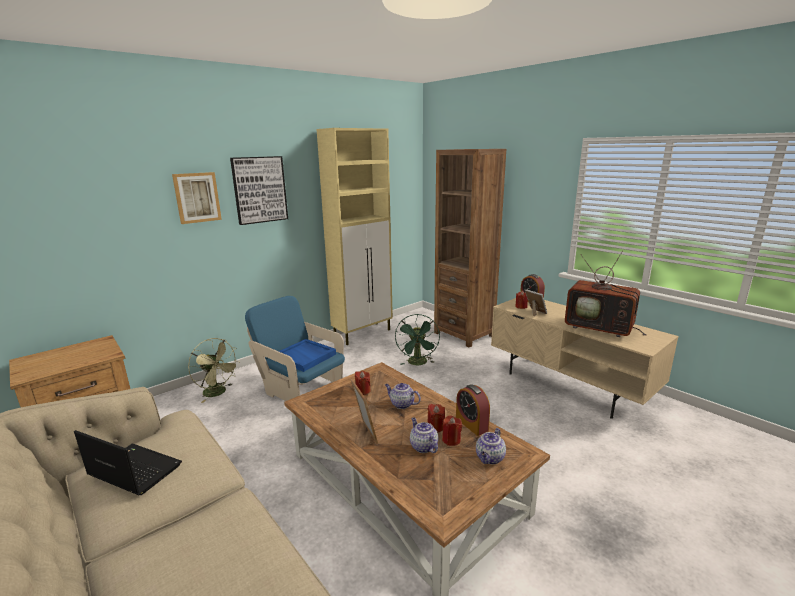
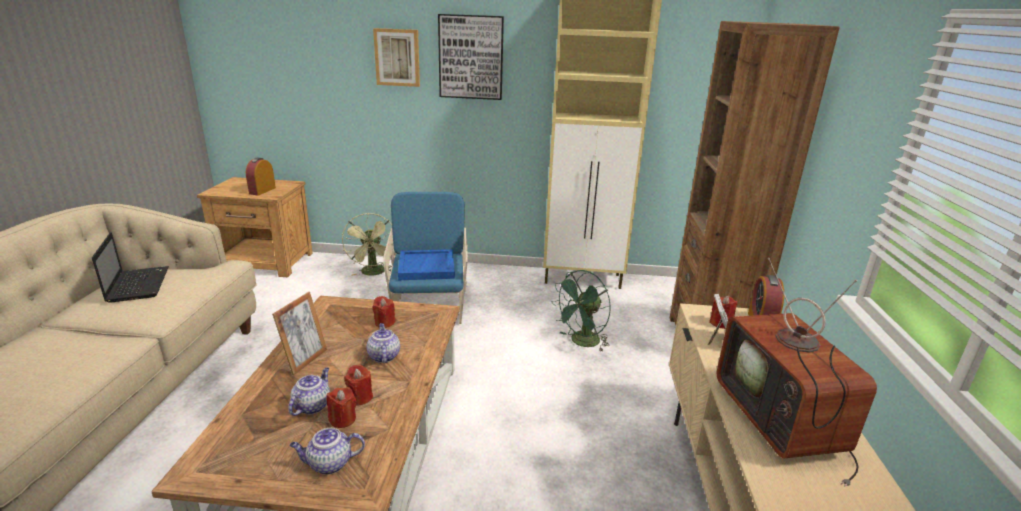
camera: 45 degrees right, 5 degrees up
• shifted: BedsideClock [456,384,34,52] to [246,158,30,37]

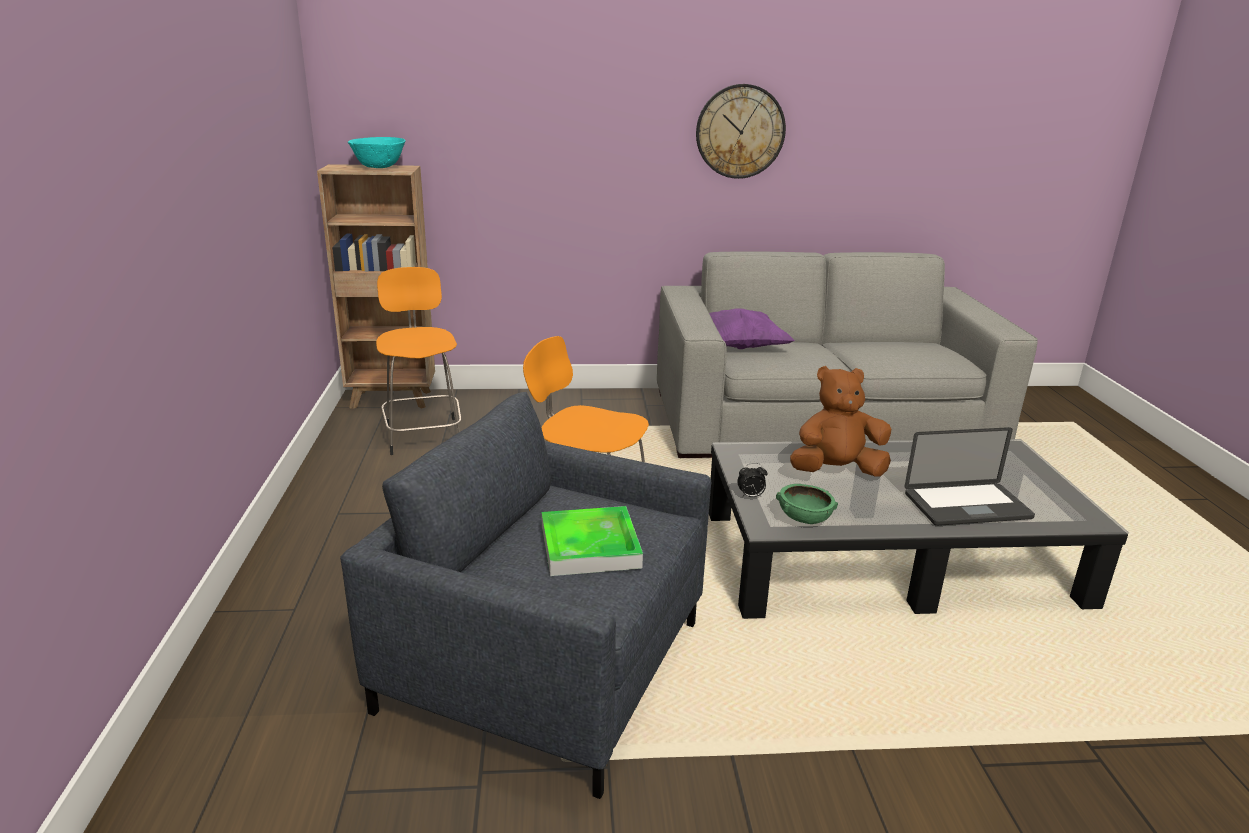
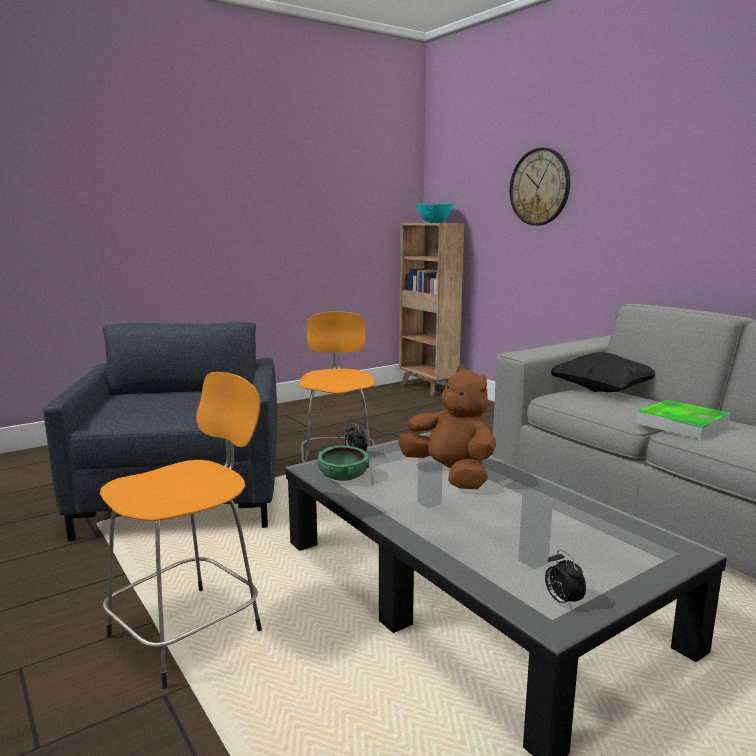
camera: 60 degrees right, 10 degrees down
• shifted: OrangeColouredStool [376,267,86,188] to [100,372,162,317]
• shifted: WallClock [696,84,90,95] to [510,148,60,78]
• new: BedsideClock [545,550,41,60]
• repainted: PurplePillow [709,308,86,41] to BlackishPillow [551,352,104,40]
• shifted: ServingTray [541,506,102,70] to [636,400,94,39]
• gone: PortableComputer [905,427,130,99]

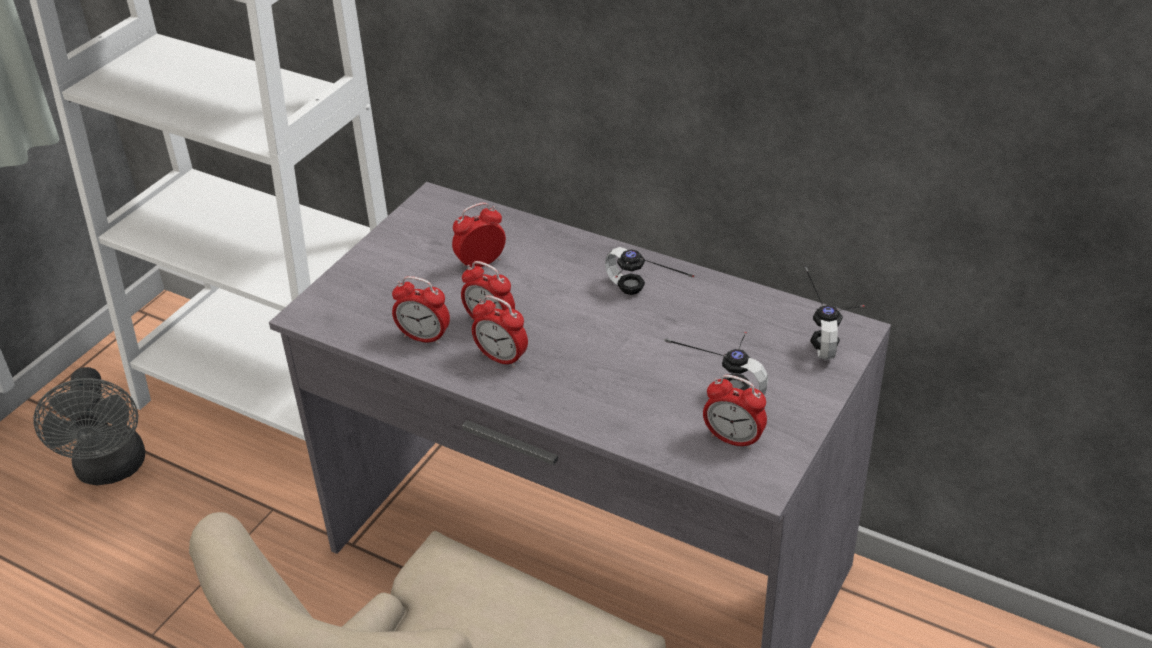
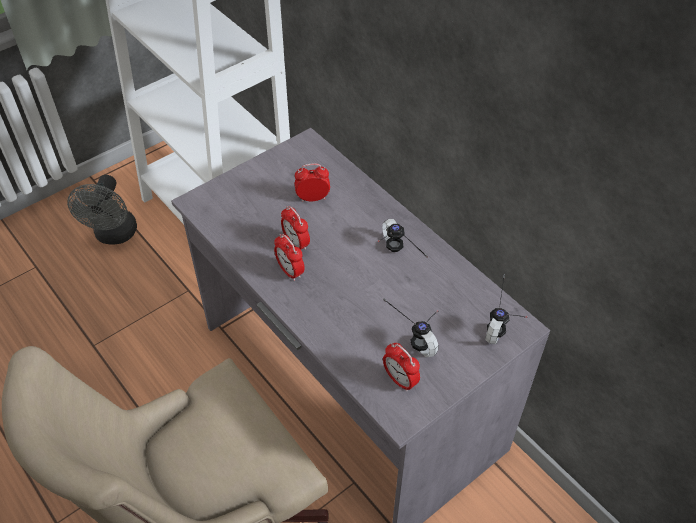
camera: 20 degrees right, 10 degrees up
• gone: BedsideClock [392,276,58,69]

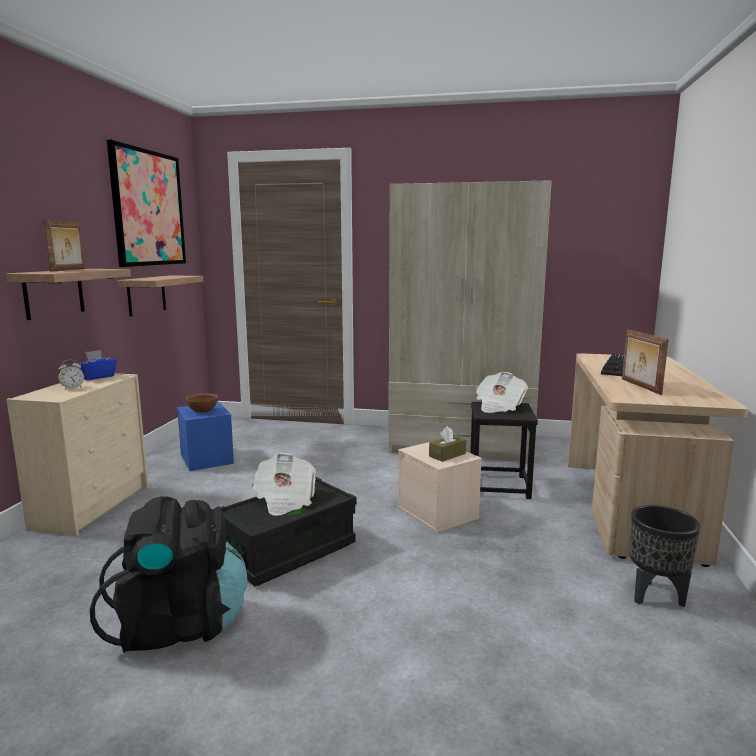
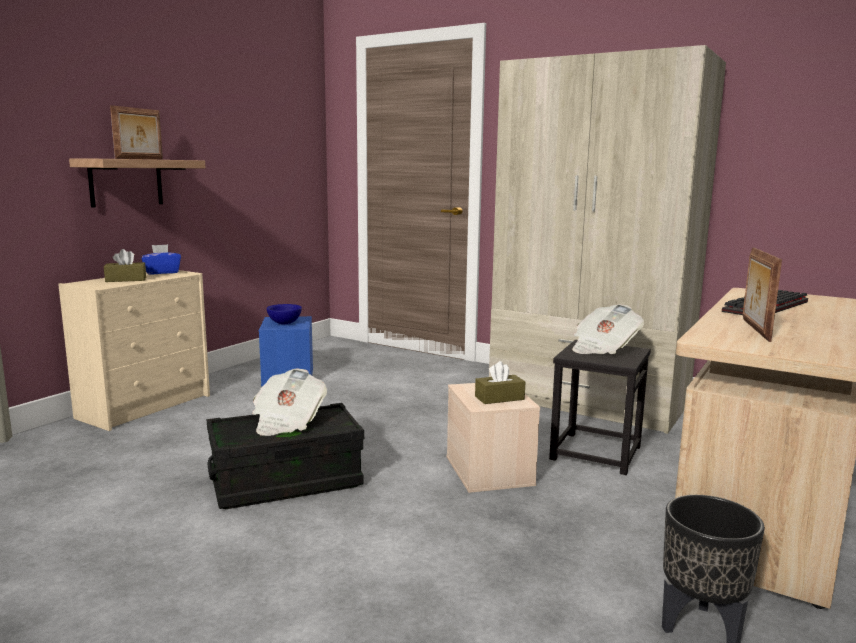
camera: 20 degrees right, 0 degrees up
• swapped: BedsideClock [58,360,26,30] to BrownishTissueBox [104,249,42,33]
• repainted: BrownishBowl [186,393,32,20] to BlueBowl [267,304,35,20]
• gone: BlackishKnapsack [90,496,157,157]
• gone: WallPicture [107,140,79,127]
• gone: WallShelf [117,275,86,41]

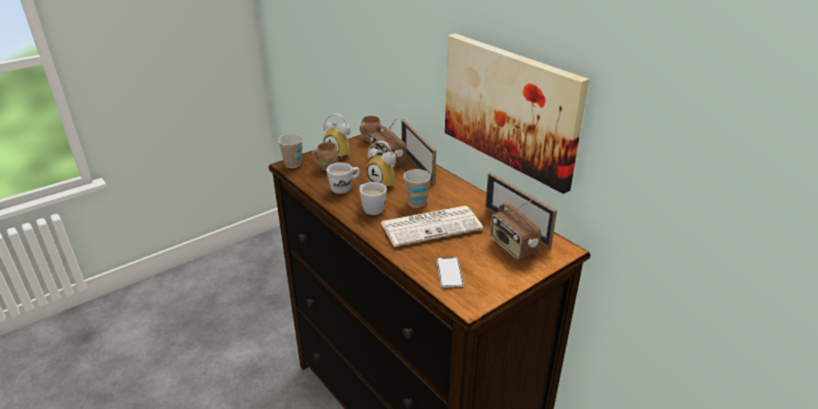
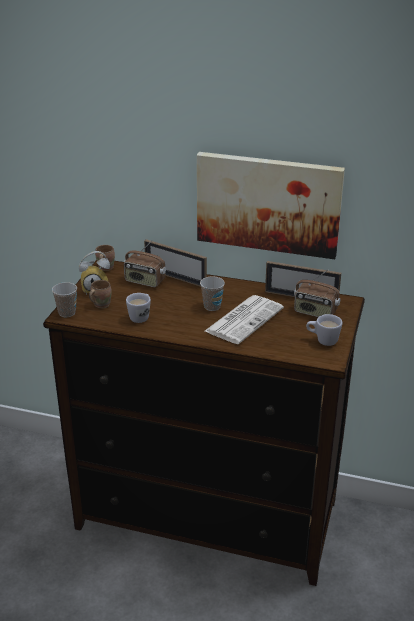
camera: 35 degrees left, 0 degrees up
• shifted: WhiteColouredMug [359,182,28,33] to [306,314,36,32]
• gone: BedsideClock [367,141,29,45]
• gone: Telephone [436,257,28,31]

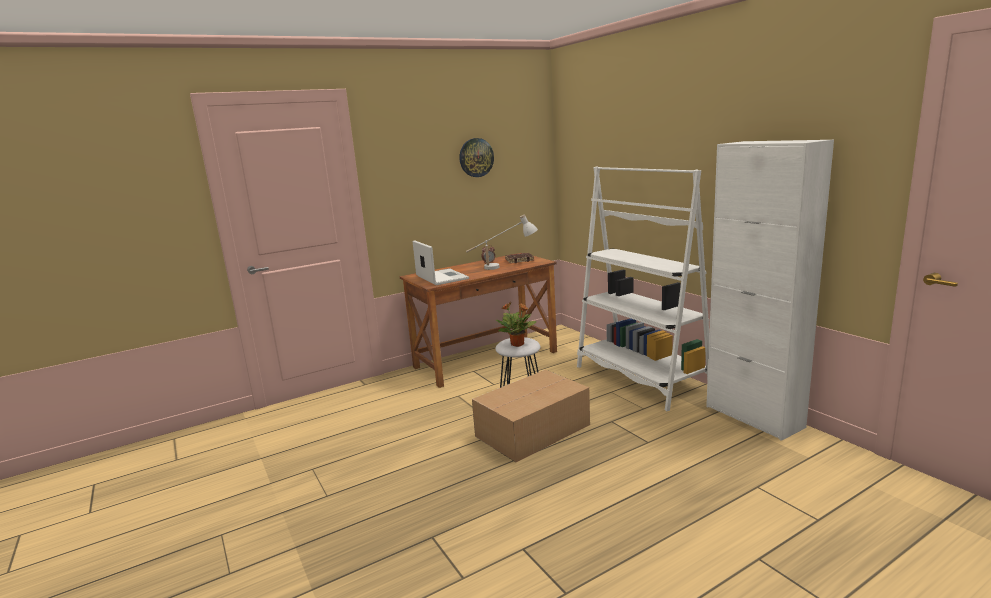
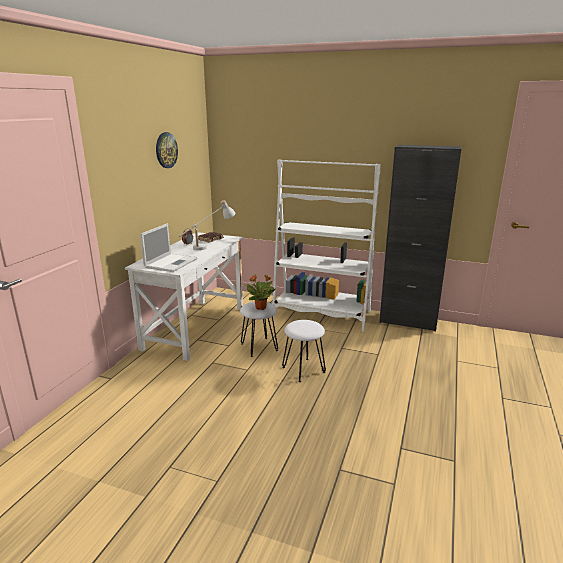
camera: 40 degrees left, 5 degrees up
• repainted: BrownishDesk [400,253,157,135] to WhiteColouredDesk [125,232,118,129]
• rotated: PortableComputer [413,240,56,45] = [140,223,58,49] 90 degrees clockwise
• swapped: Carton [472,370,118,92] to WhiteColouredStool [282,320,44,62]
• repainted: WhiteColouredStorageCabinet [706,140,128,301] to BlackishStorageCabinet [379,145,82,187]

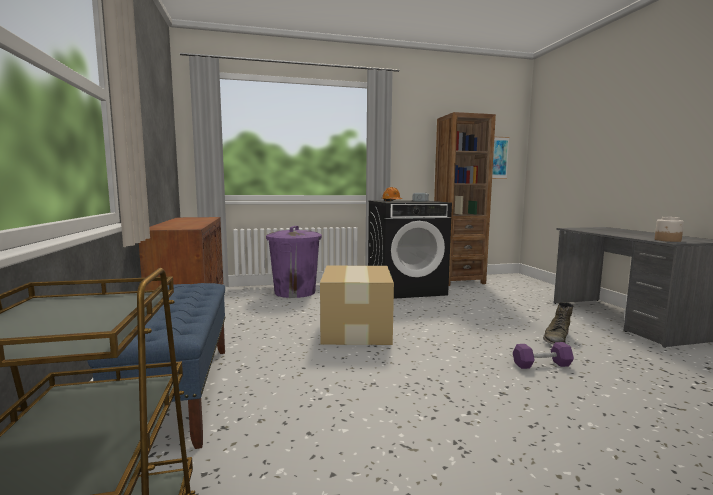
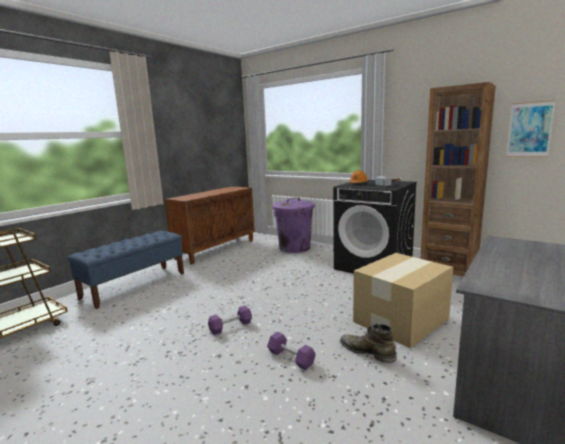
camera: 50 degrees right, 5 degrees up
• new: PurpleHandWeight [208,306,44,29]
• rotated: GreenColouredBoot [543,302,30,43] = [340,324,57,39] 45 degrees clockwise
• shifted: Carton [320,265,74,80] to [353,253,100,95]
• gone: PreserveJar [655,217,29,25]

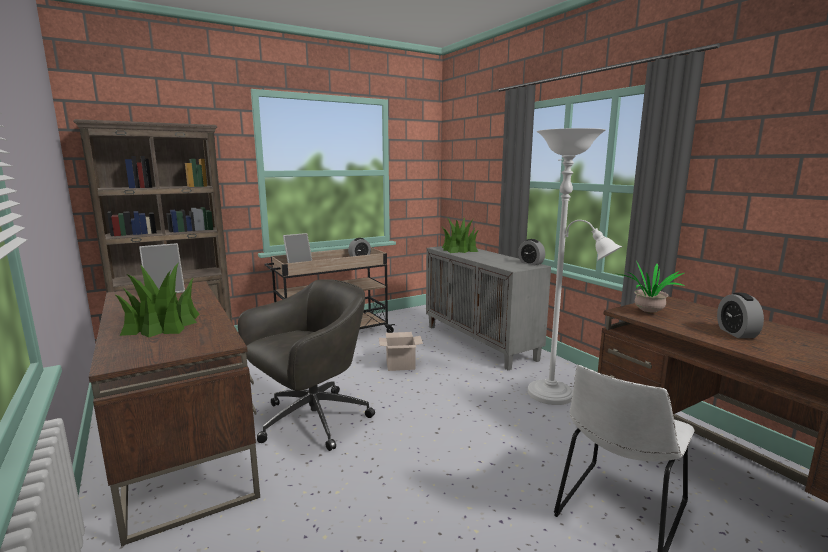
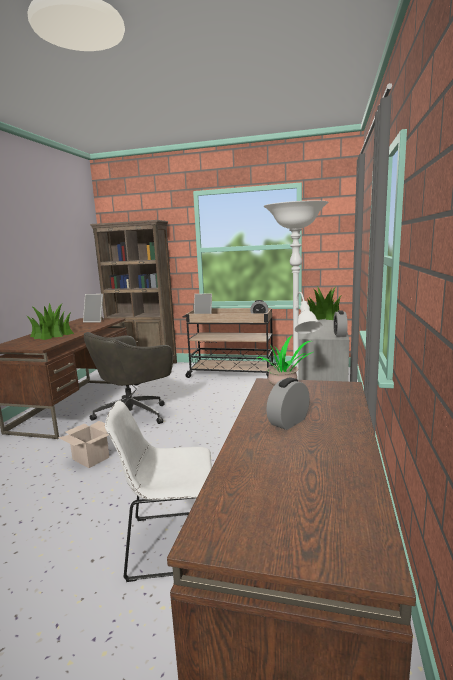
camera: 45 degrees right, 0 degrees up
• shifted: Carton [379,332,44,39] to [58,421,51,47]
• rotated: GreyishComputerChair [238,279,137,172] = [84,332,89,92] 135 degrees clockwise

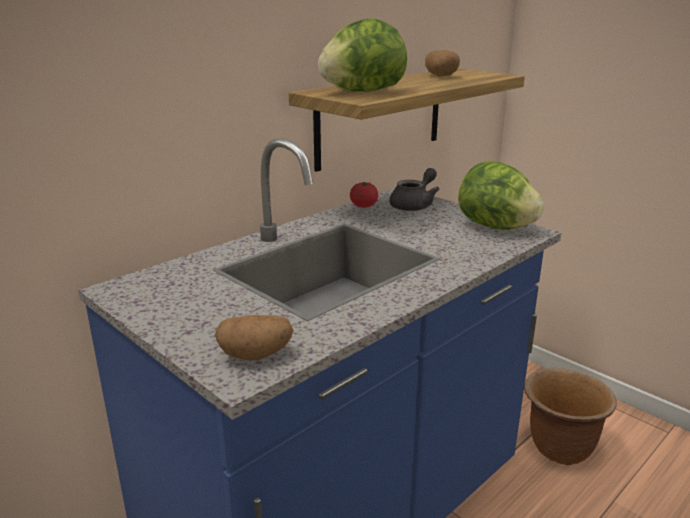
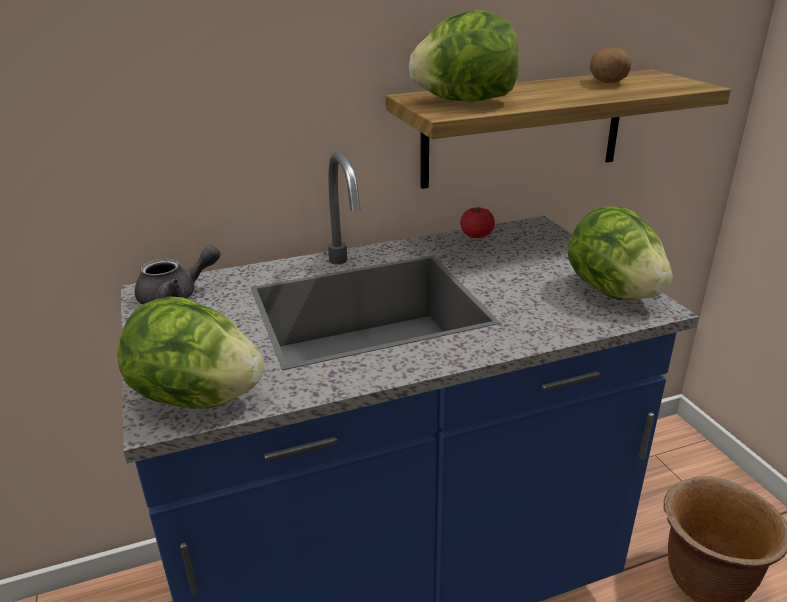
camera: 25 degrees right, 5 degrees up
• swapped: WholePotato [215,315,79,46] to LettuceHead [117,296,147,113]
• shifted: GreyishTeaPot [389,168,50,43] to [135,245,85,59]

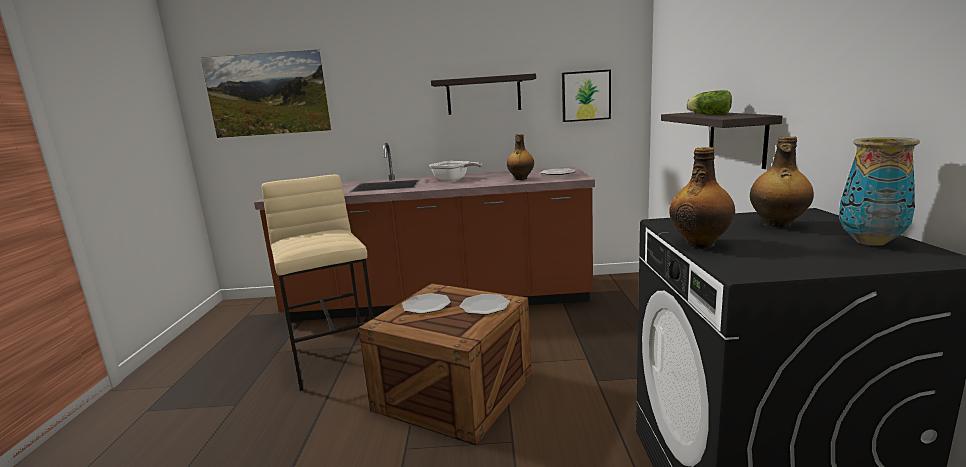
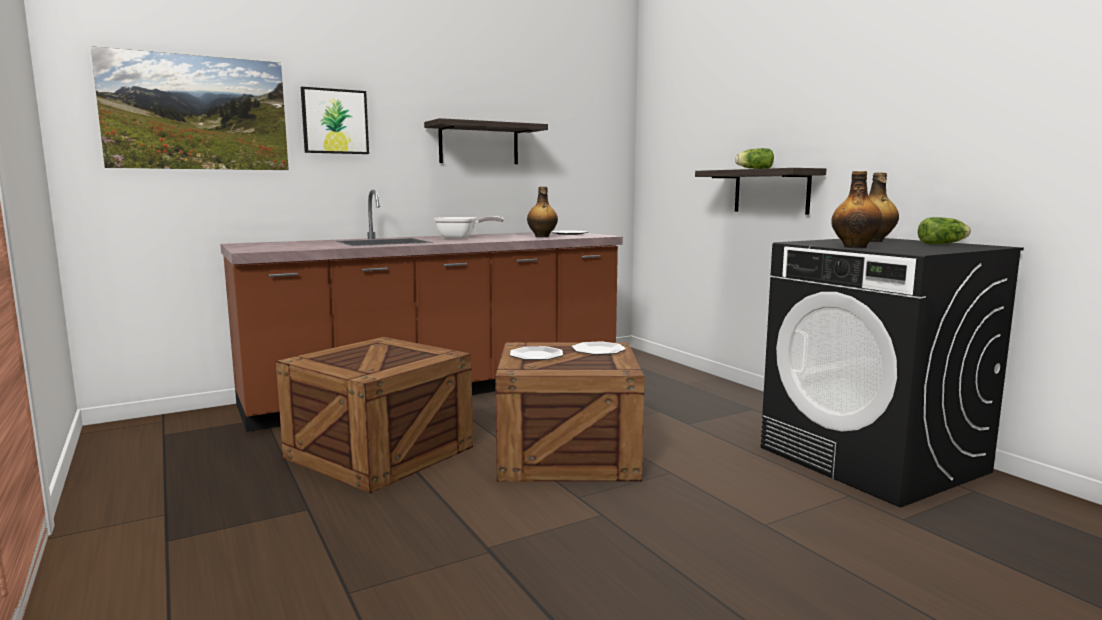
camera: 30 degrees left, 5 degrees down
• swapped: SandColouredStool [262,175,112,216] to Crate [276,337,197,156]
• shifted: WallPicture [562,69,49,53] to [301,87,68,67]
• swapped: Vase [839,137,81,109] to LettuceHead [918,217,53,27]

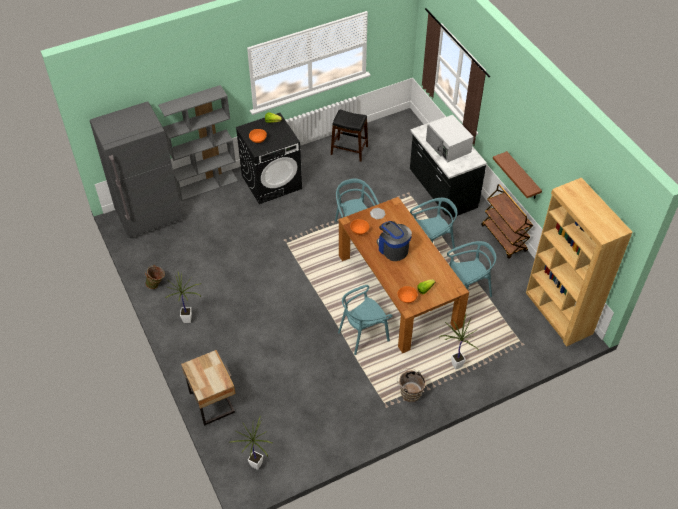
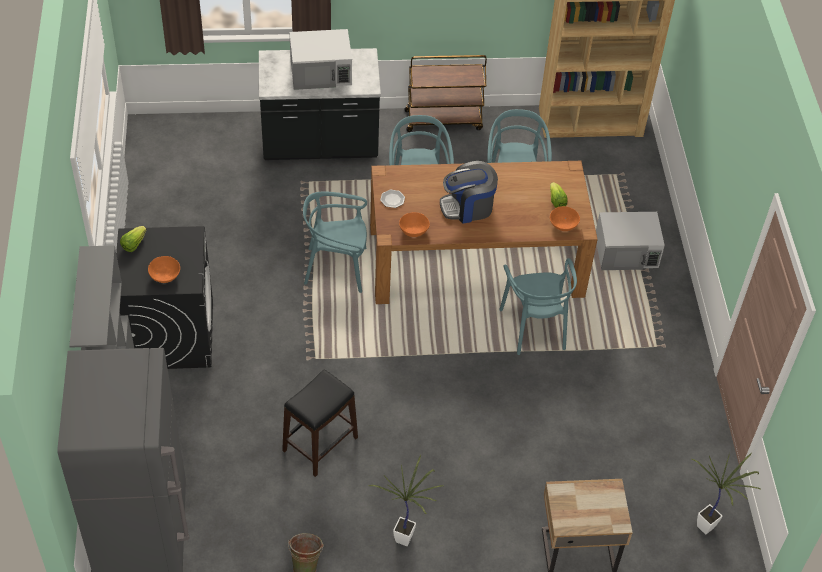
camera: 70 degrees left, 0 degrees up
• shifted: BlackishStool [331,109,37,53] to [282,370,76,107]
• swapped: PlantInAPot [439,314,40,55] to WhiteColouredMicrowaveOven [596,212,69,58]
• gone: BrownishPail [397,368,29,34]
• gone: BrownishWallShelf [493,151,49,48]

